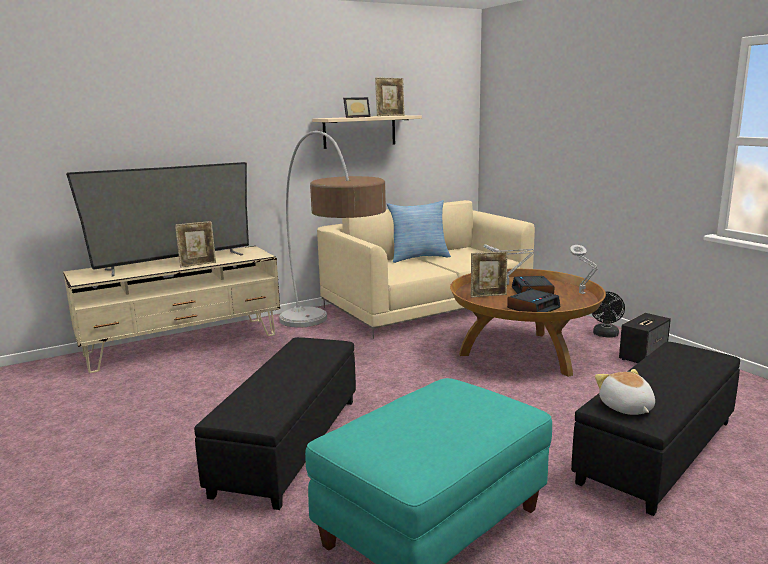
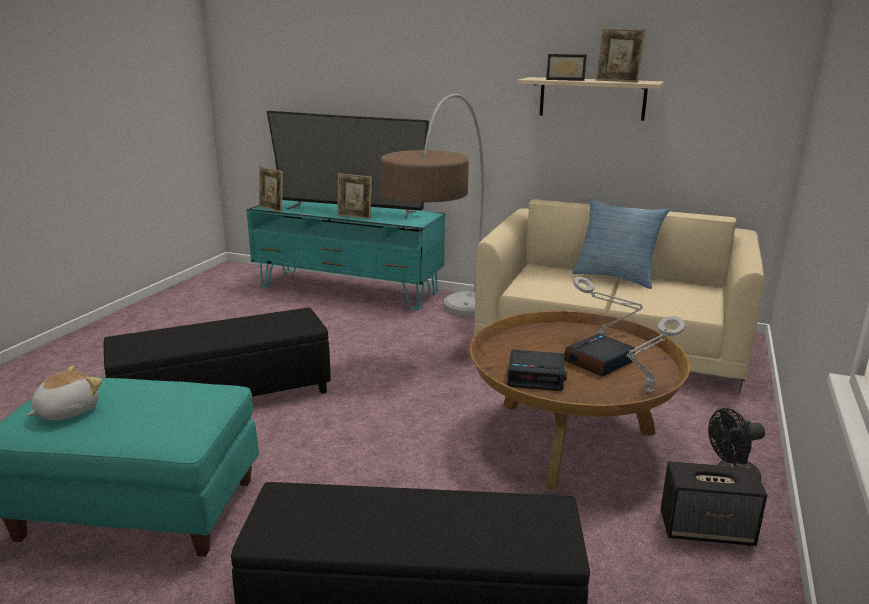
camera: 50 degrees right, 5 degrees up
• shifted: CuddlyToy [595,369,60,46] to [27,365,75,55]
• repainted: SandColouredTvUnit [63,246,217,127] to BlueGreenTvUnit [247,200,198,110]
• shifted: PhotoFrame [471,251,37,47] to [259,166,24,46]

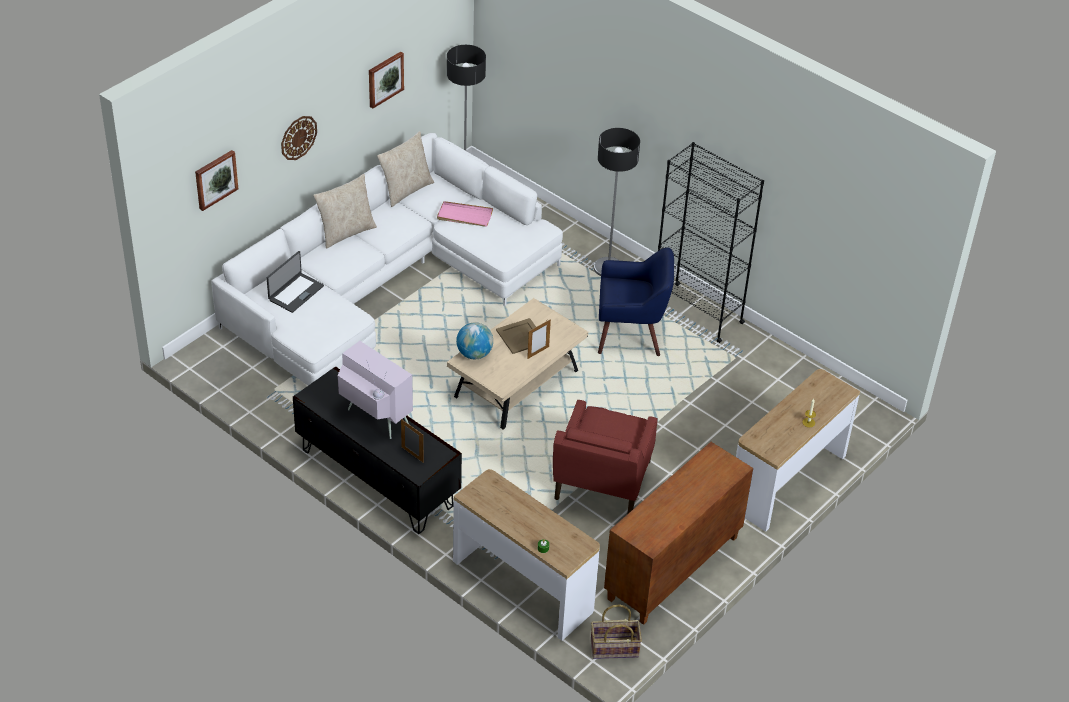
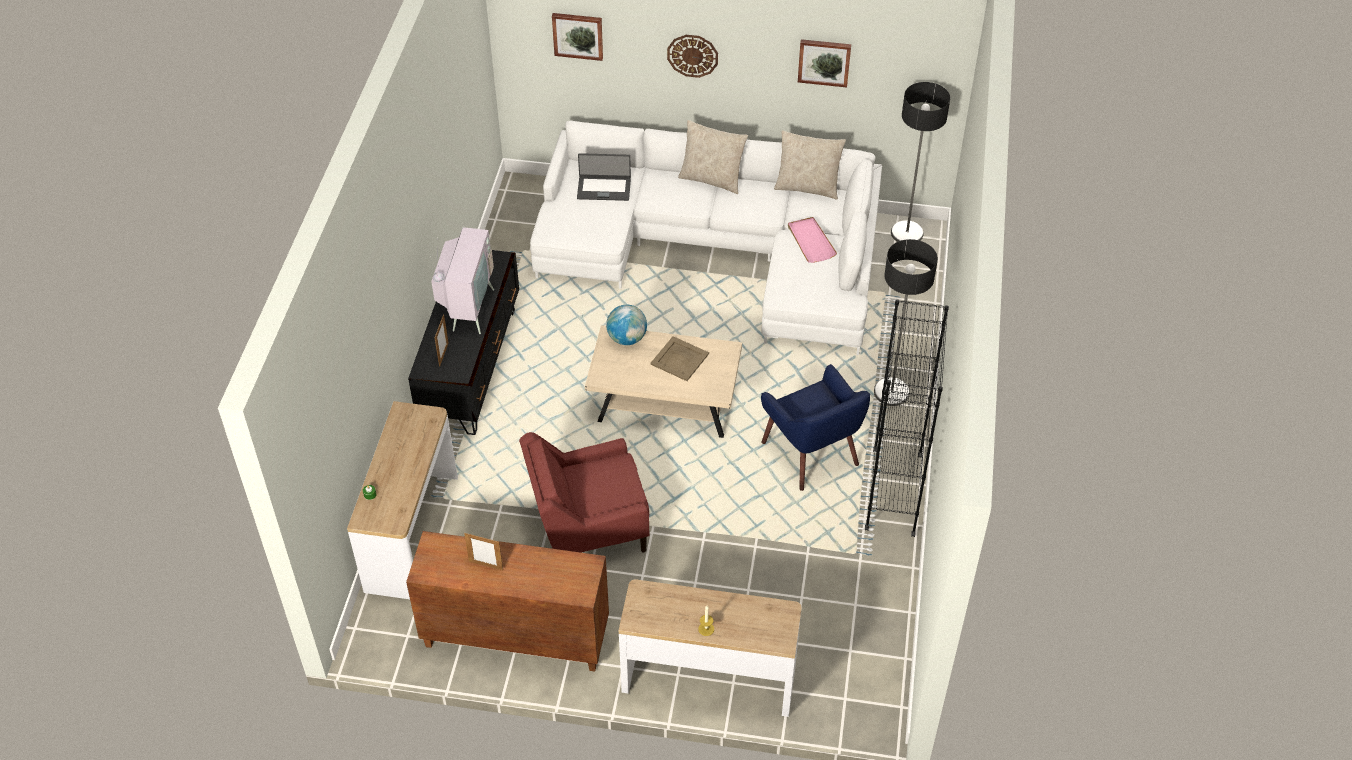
camera: 60 degrees right, 5 degrees up
• shifted: PhotoFrame [527,319,24,40] to [464,533,39,38]
• gone: HouseholdBasket [591,604,51,55]

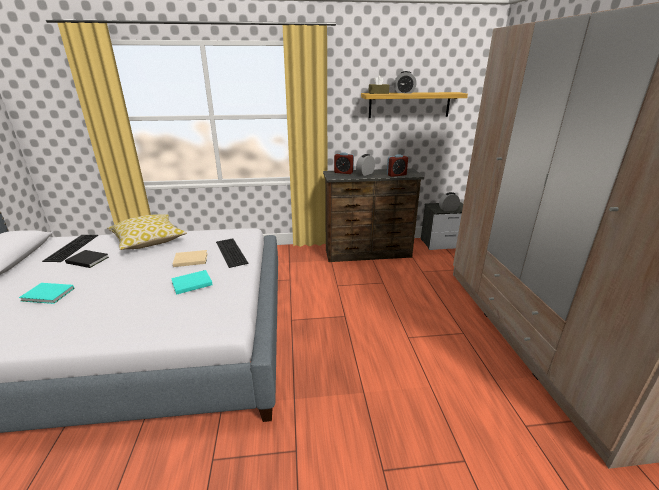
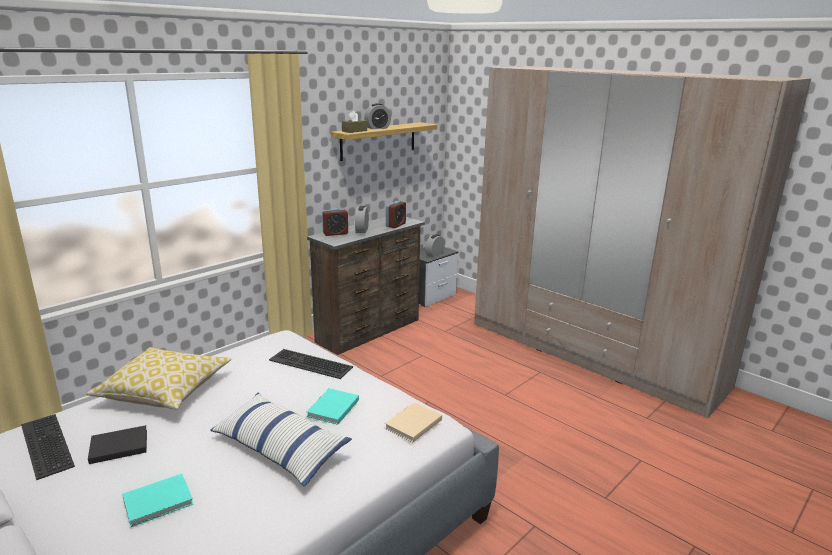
camera: 40 degrees left, 5 degrees down
• new: Pillow [210,393,142,94]
• shifted: SandColouredBook [173,250,34,17] to [385,402,57,40]

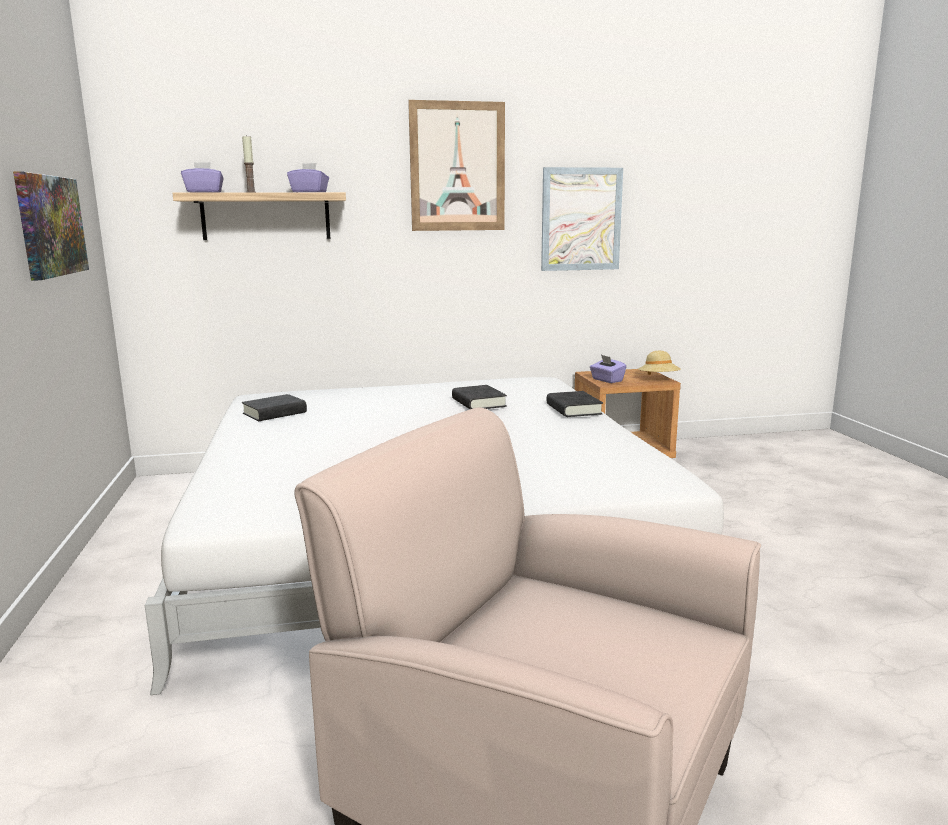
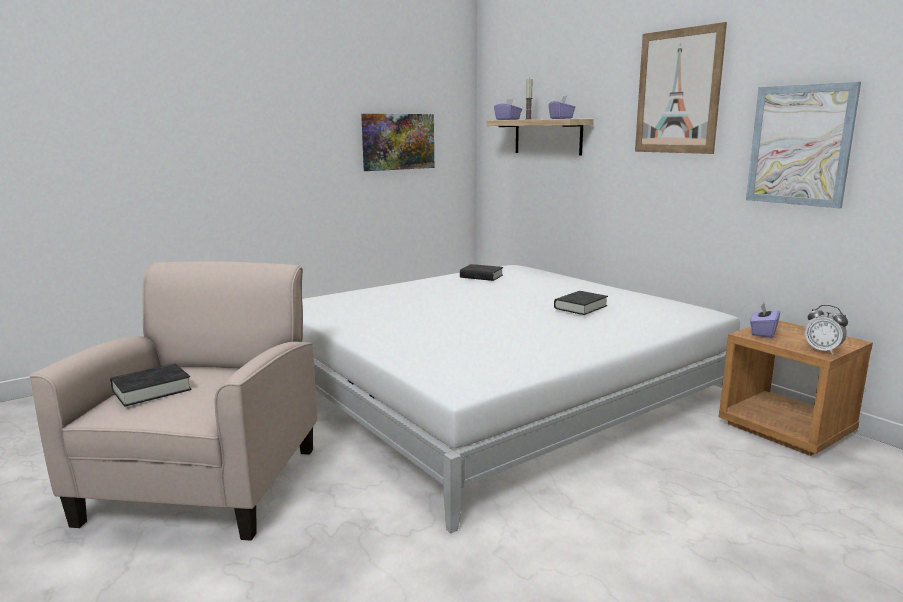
camera: 65 degrees right, 0 degrees up
• shifted: BlackishBook [547,391,56,26] to [110,363,82,44]
• swapped: SandColouredWearableHat [638,351,43,24] to BedsideClock [805,305,43,50]

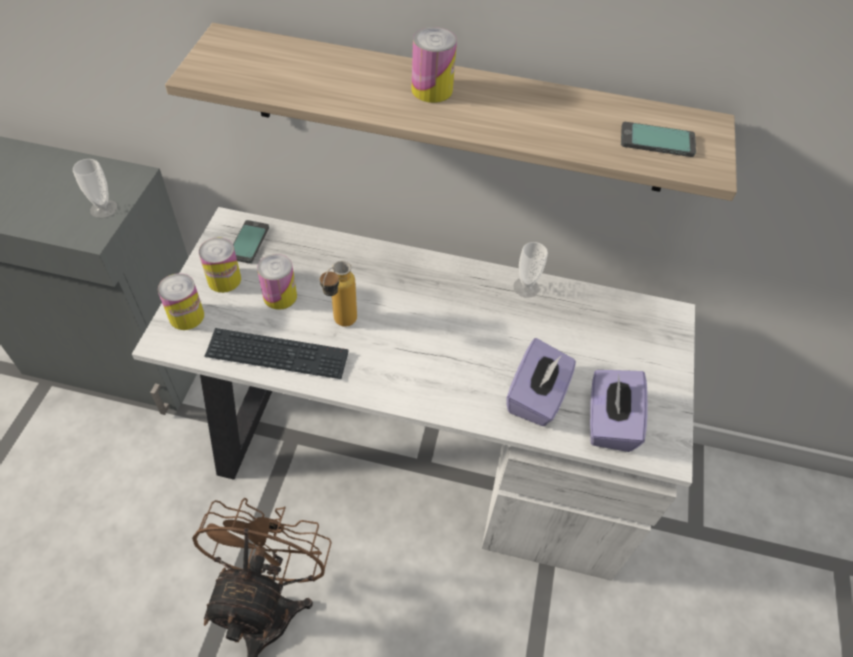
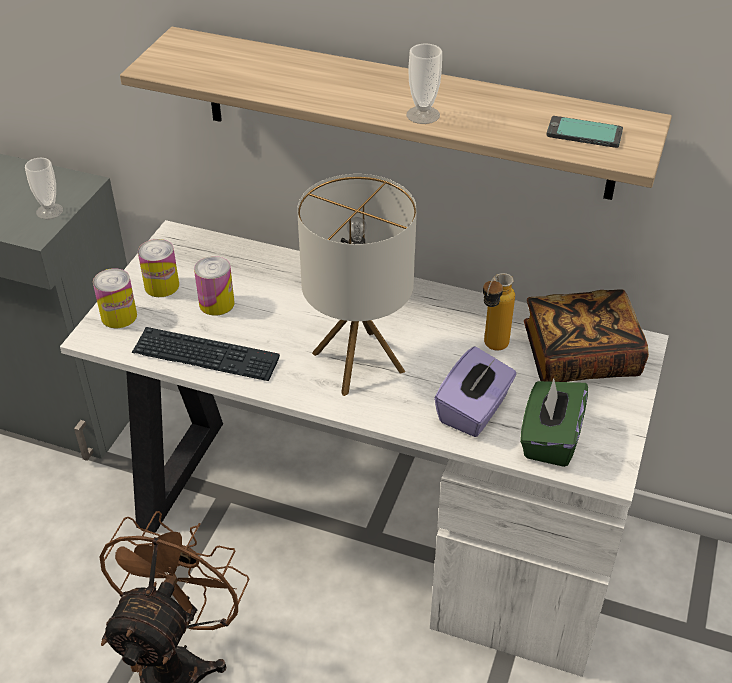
camera: 10 degrees right, 10 degrees down
• new: TabletopLamp [297,174,120,222]
• shifted: DrinkingCup [513,242,35,56] to [406,43,36,81]
• shifted: DrinkBottle [320,260,37,67] to [483,273,32,78]
• repainted: PurpleTissueBox [590,370,58,82] to GreenColouredTissueBox [520,378,68,89]
• new: Book [524,289,125,93]
• gone: Telephone [233,220,36,44]
• gone: MetalCan [411,27,46,76]

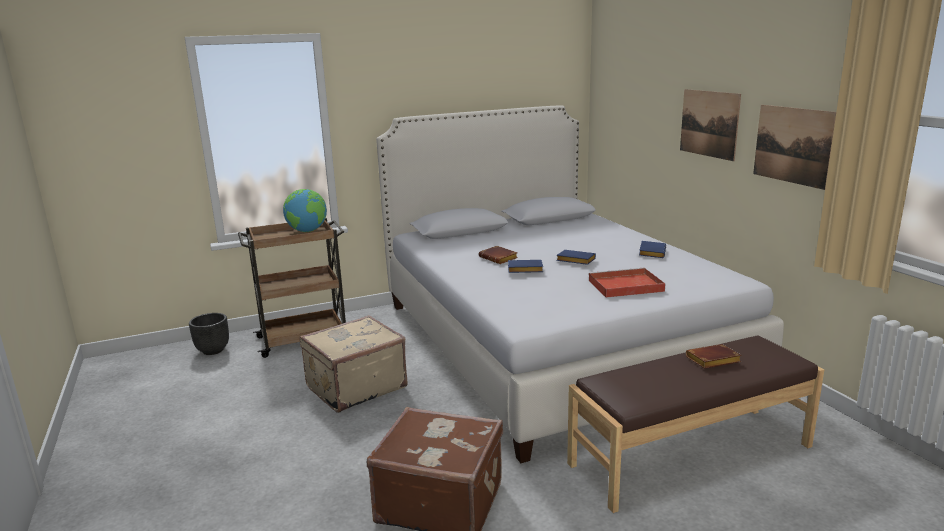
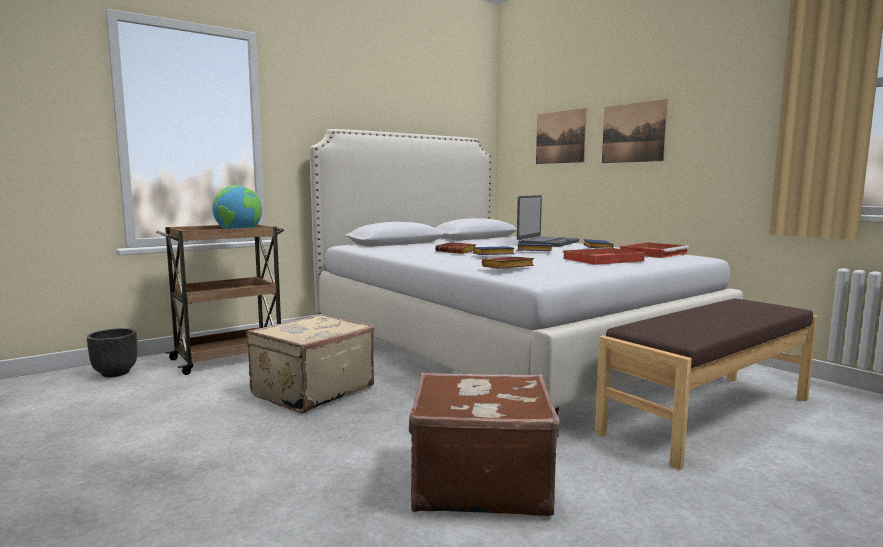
camera: 15 degrees left, 10 degrees down
• shifted: BrownishBook [686,344,56,25] to [482,257,52,12]
• new: PortableComputer [517,195,62,52]
• shifted: WallPicture [753,105,83,85] to [536,108,51,56]
• new: ReddishServingTray [620,242,69,16]

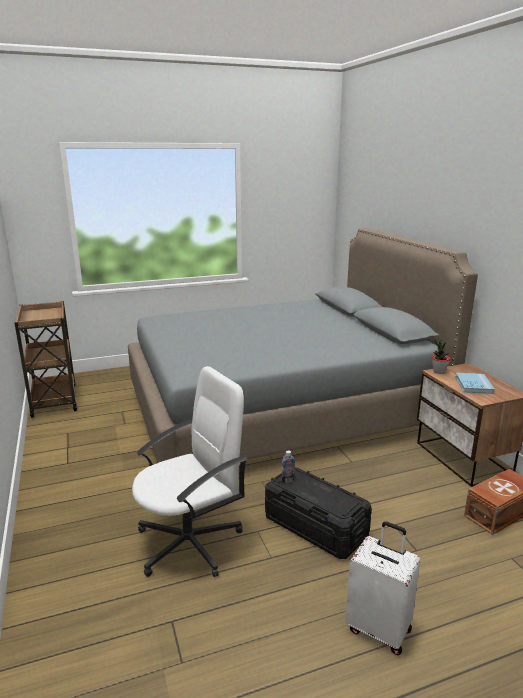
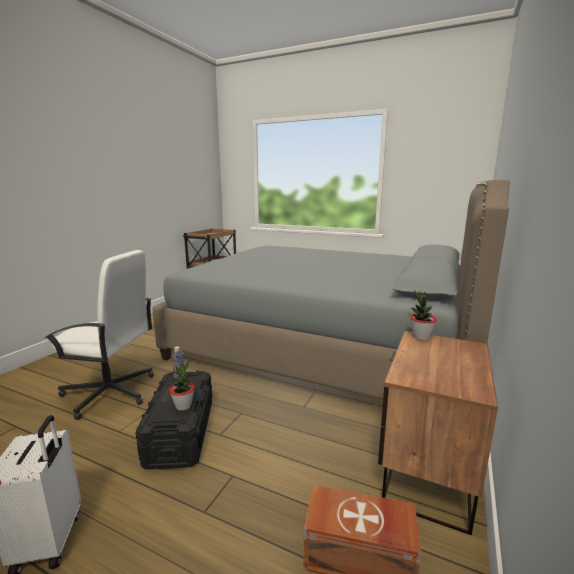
camera: 45 degrees right, 5 degrees down
• new: PlantInAPot [169,360,26,51]
• gone: BlueBook [455,373,40,21]

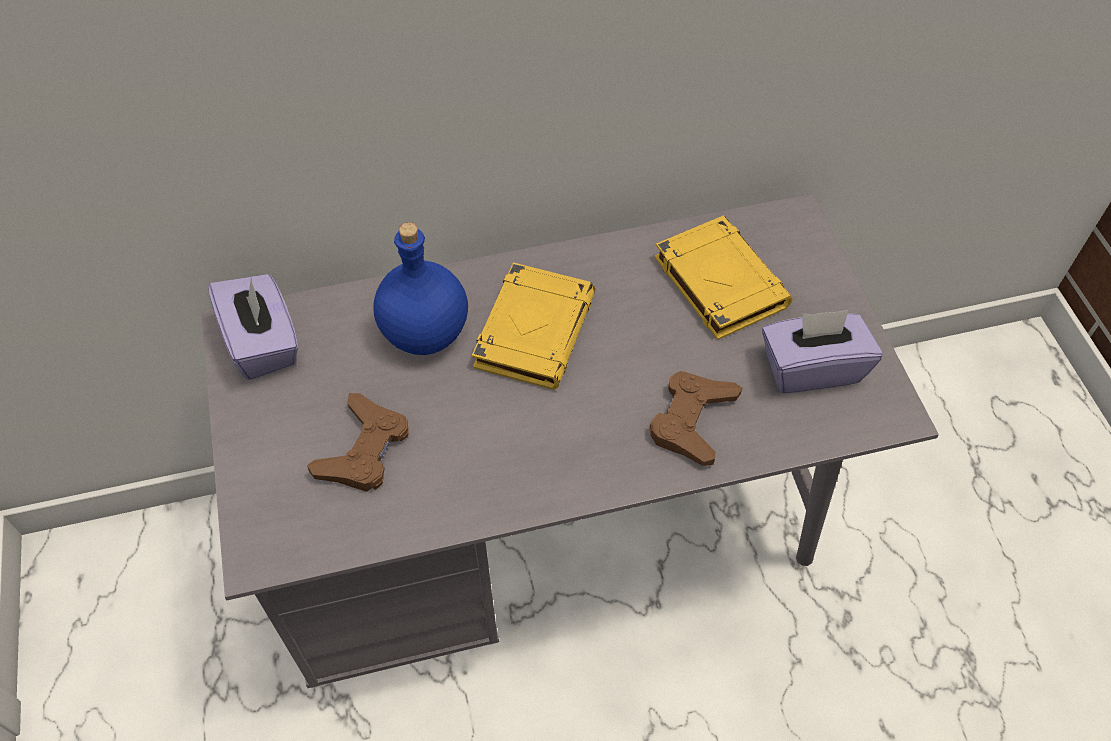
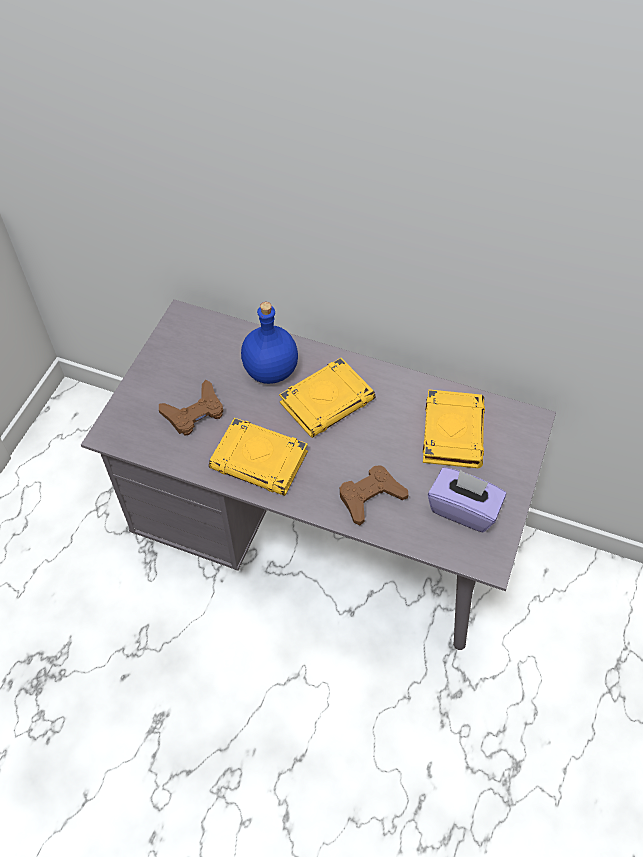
camera: 35 degrees right, 0 degrees up
• new: YellowishBook [209,418,99,78]
• gone: PurpleTissueBox [208,274,91,106]

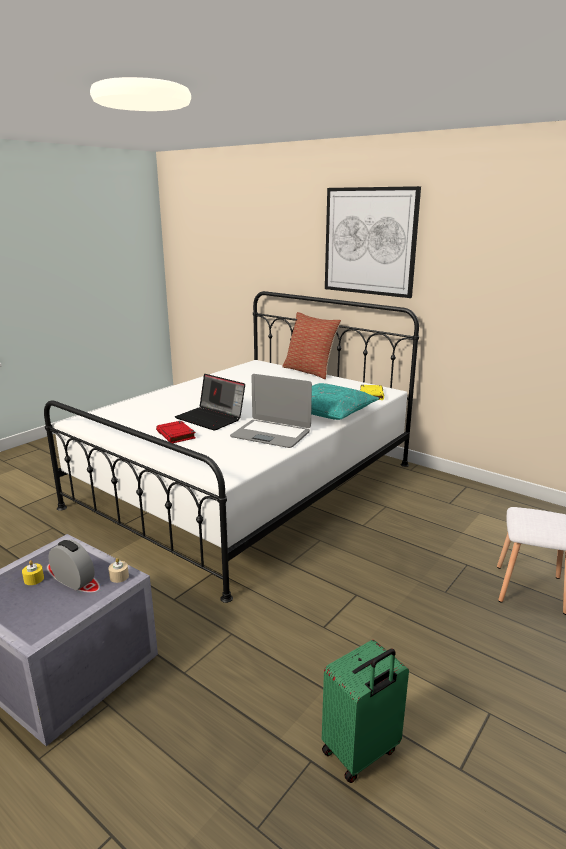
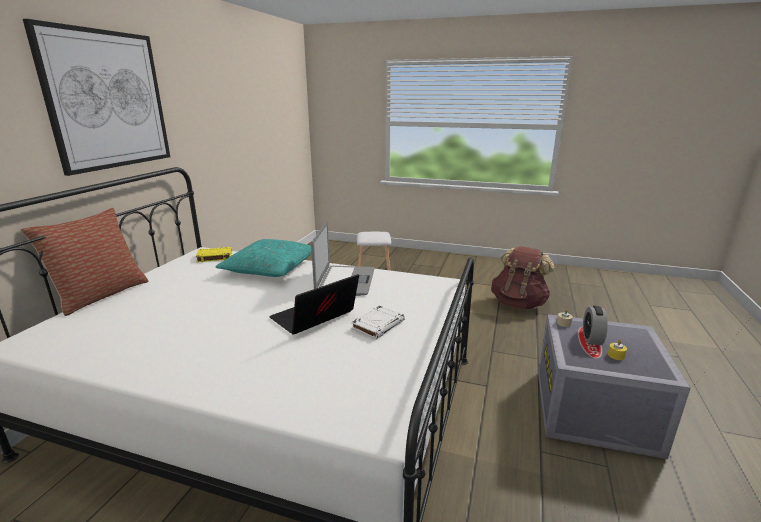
camera: 110 degrees left, 0 degrees up
• rotated: PortableComputer [175,374,70,57] = [269,274,90,61] 150 degrees counterclockwise
• repainted: ReddishBook [156,421,40,22] to WhiteColouredBook [351,305,54,35]
• swapped: GreenColouredPieceOfLuggage [322,640,87,143] to BrownishKnapsack [491,246,64,63]

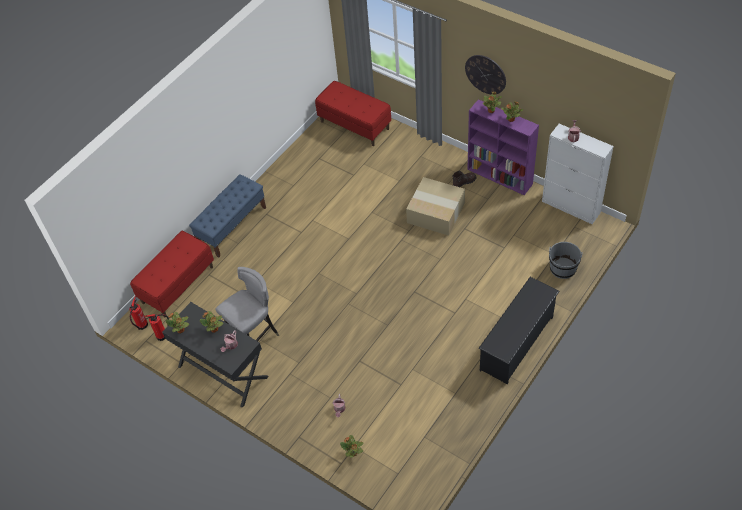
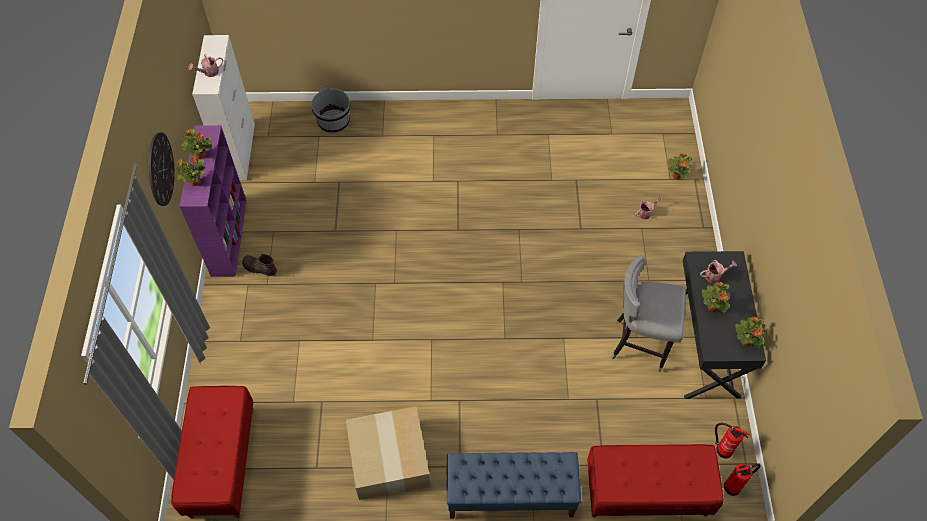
camera: 130 degrees left, 5 degrees up
• shifted: Carton [406,177,59,59] to [346,406,84,94]
• gone: BlackishShoeRack [479,277,81,107]

